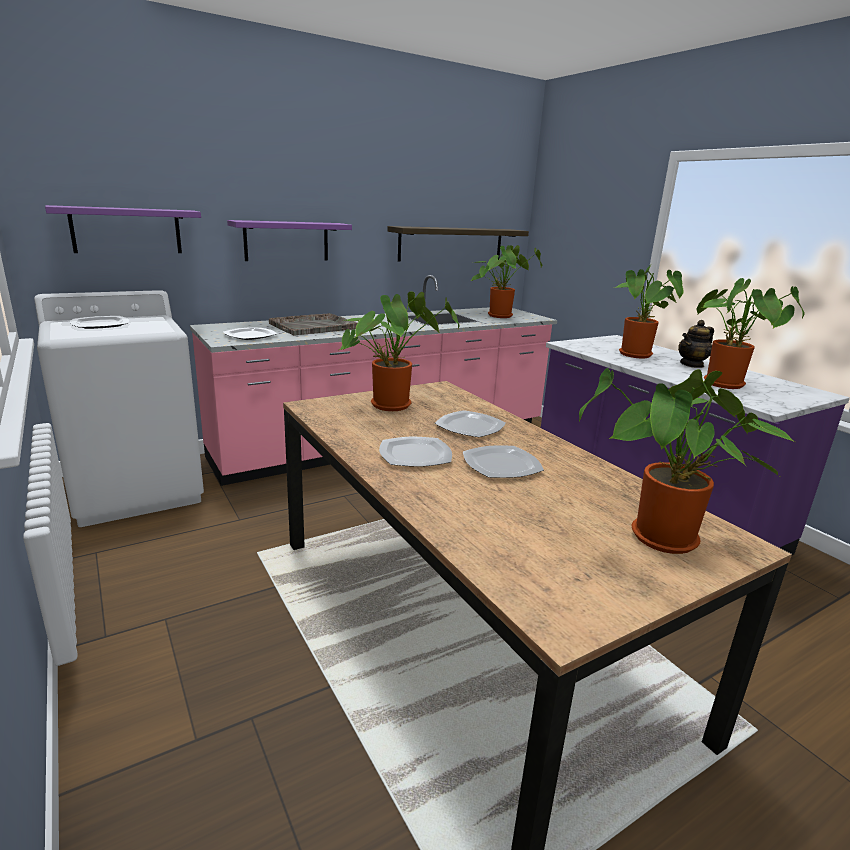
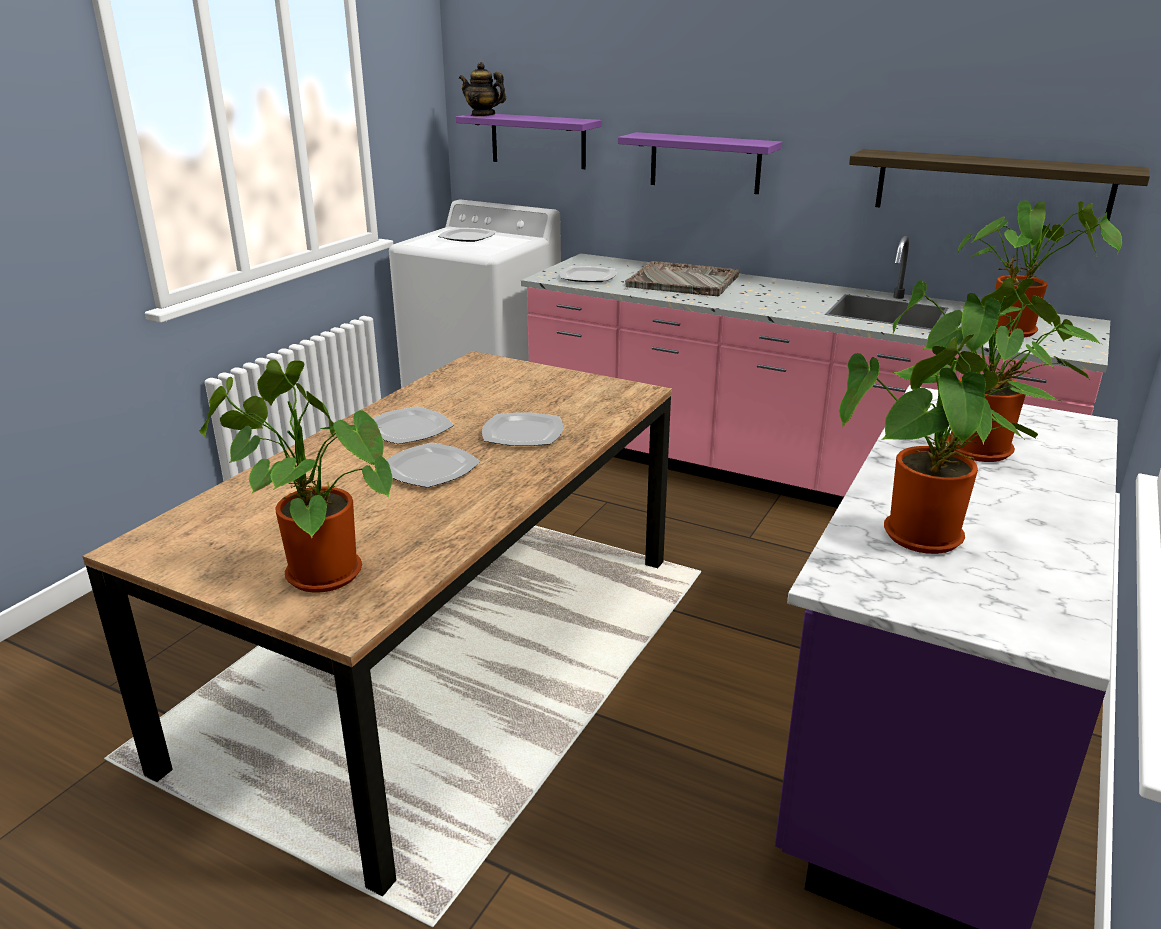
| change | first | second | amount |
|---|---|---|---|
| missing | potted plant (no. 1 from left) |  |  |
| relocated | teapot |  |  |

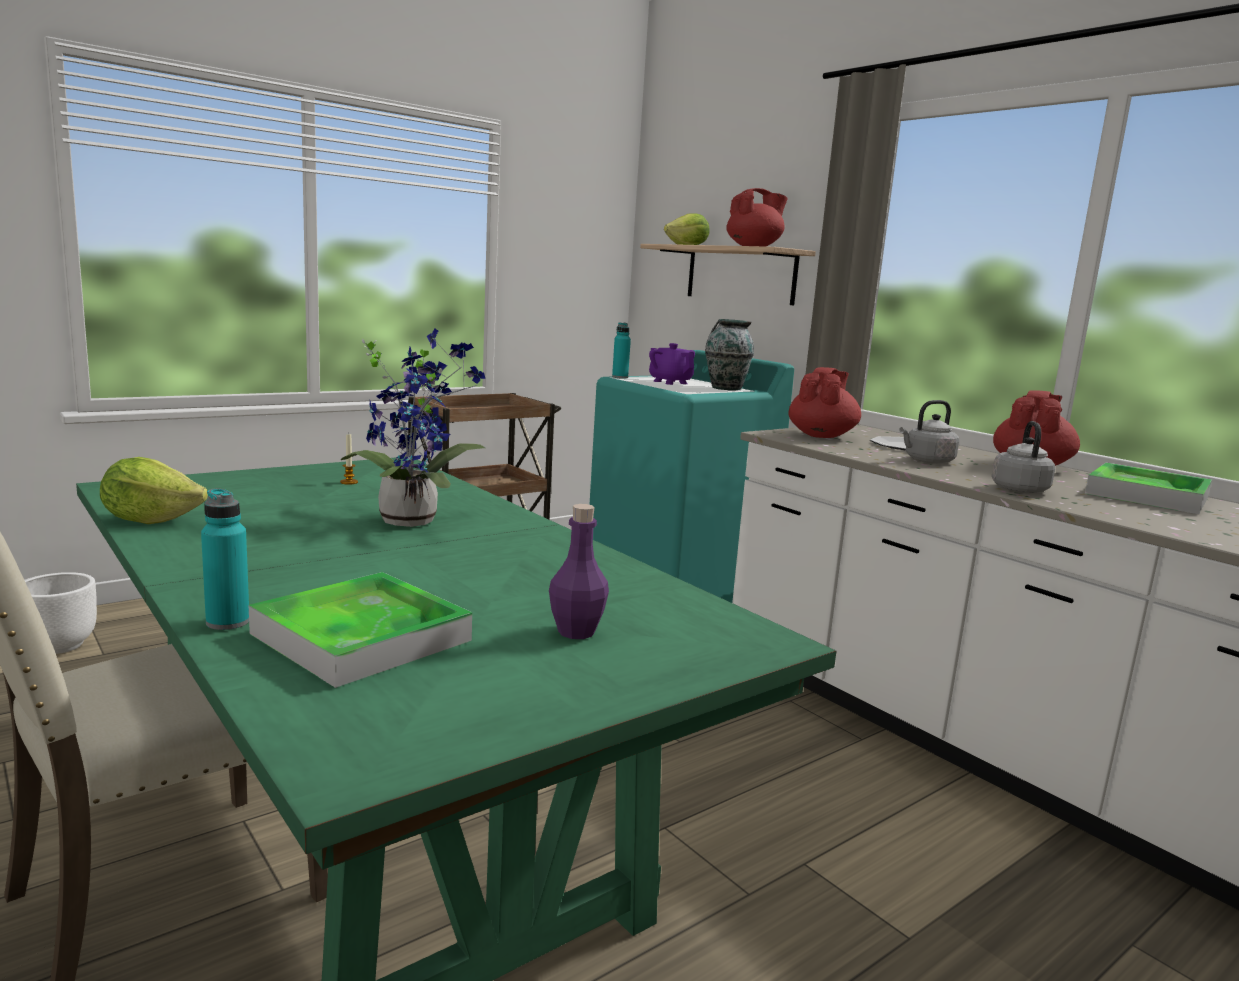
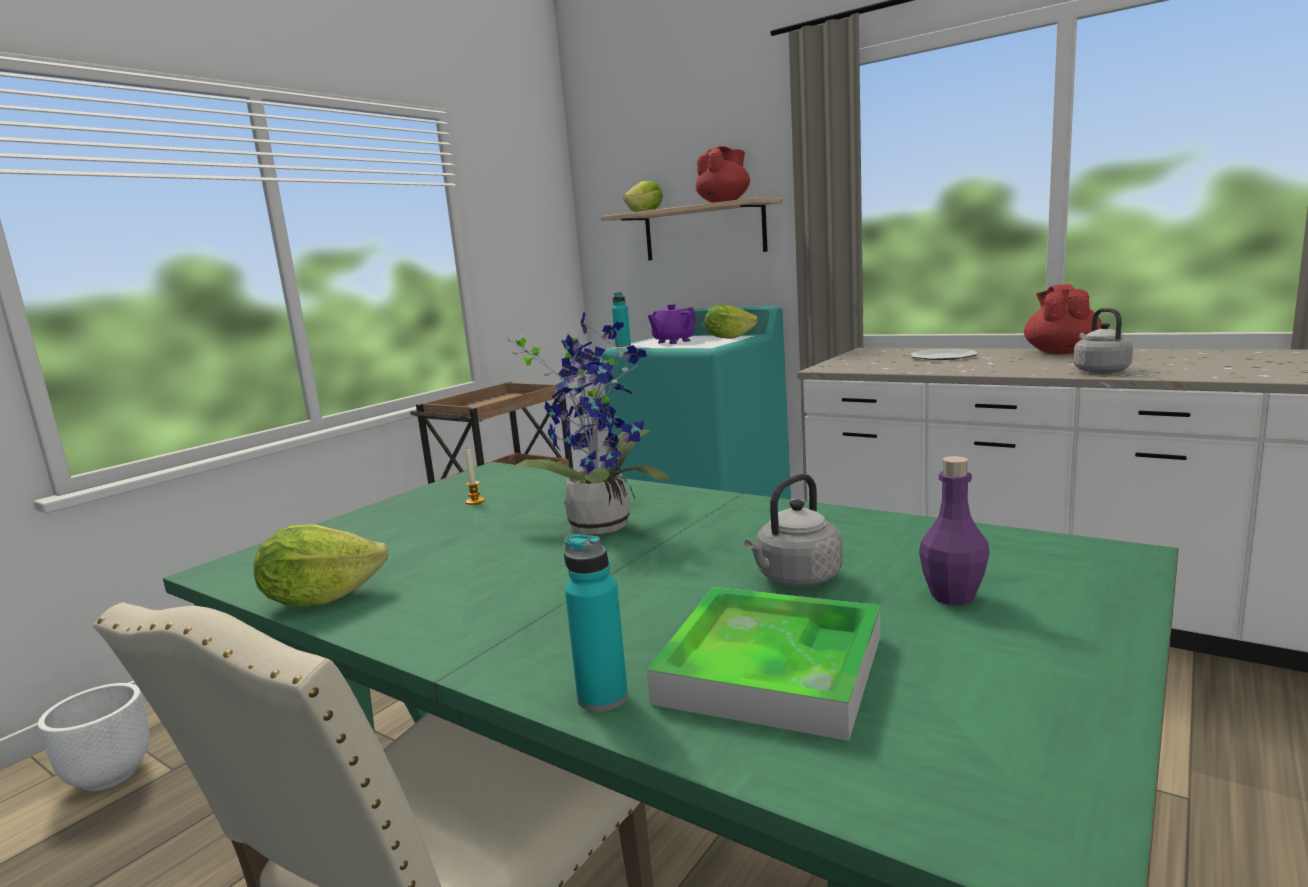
| change | first | second | amount |
|---|---|---|---|
| exchanged | vase | lettuce (no. 3 from left) |  |
| spun | purple teapot |  | 75 degrees counterclockwise |
| missing | red teapot (no. 2 from left) |  |  |
| relocated | grey kettle (no. 1 from left) |  |  |
| missing | tray (no. 2 from left) |  |  |

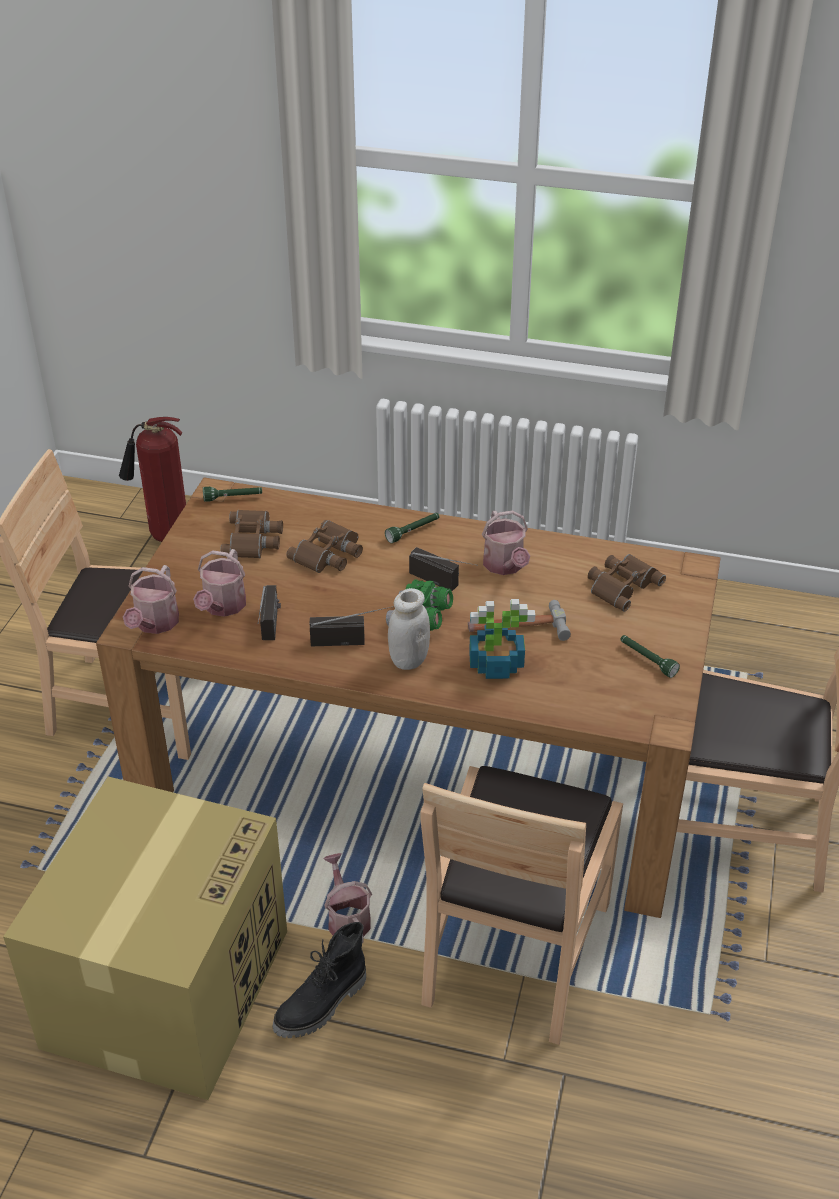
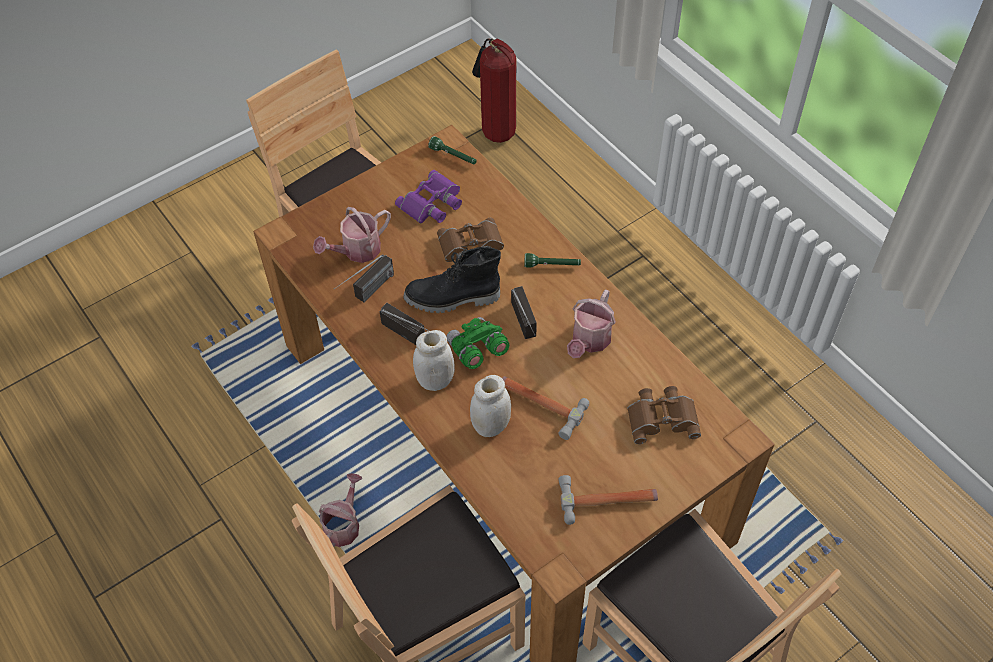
| change | first | second | amount |
|---|---|---|---|
| colour | brown binoculars (no. 1 from left) | purple binoculars |  |
| missing | watering can (no. 1 from left) |  |  |
| exchanged | potted plant | white jar (no. 2 from left) |  |
| exchanged | green flashlight (no. 3 from left) | hammer (no. 2 from left) |  |
| missing | cardboard box |  |  |
| relocated | black boot |  |  |

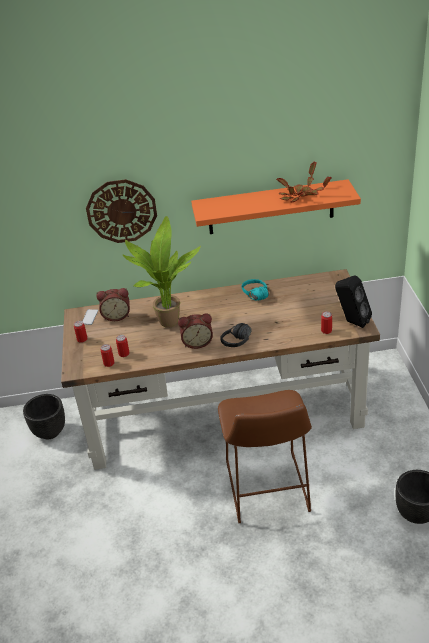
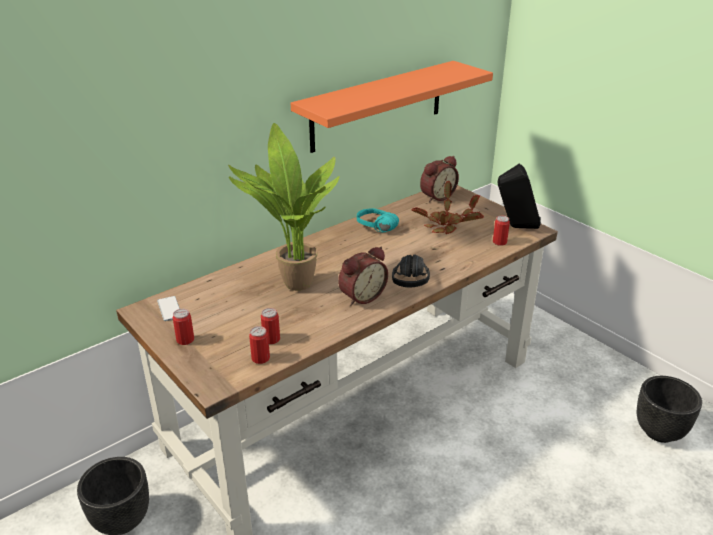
| change | first | second | amount |
|---|---|---|---|
| relocated | potted plant (no. 2 from left) |  |  |
| missing | wall clock |  |  |
| relocated | alarm clock (no. 1 from left in the first image) | alarm clock (no. 2 from left) |  |
| missing | brown stool |  |  |

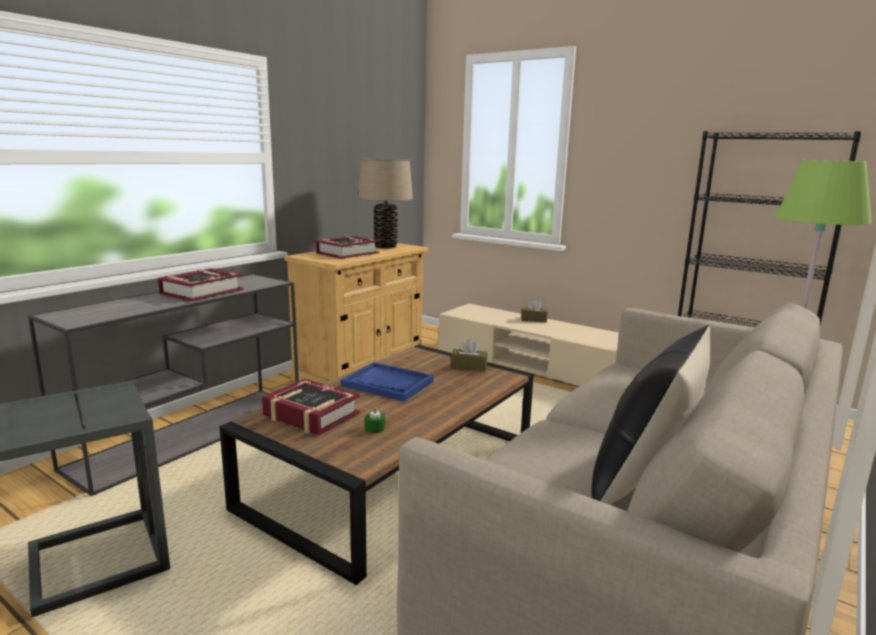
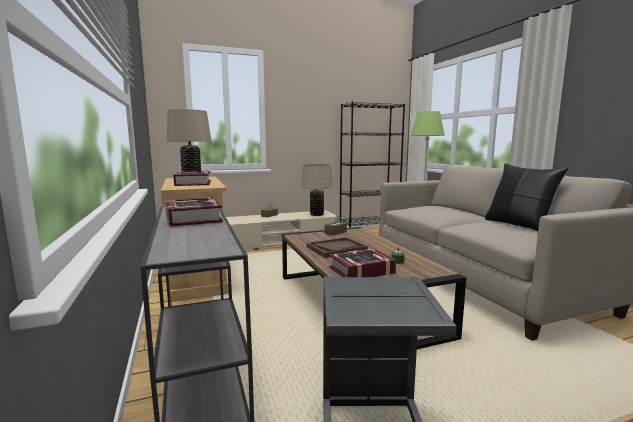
| change | first | second | amount |
|---|---|---|---|
| colour | blue tray | brown tray |  |
| appeared |  | beige table lamp (no. 2 from left) |  |

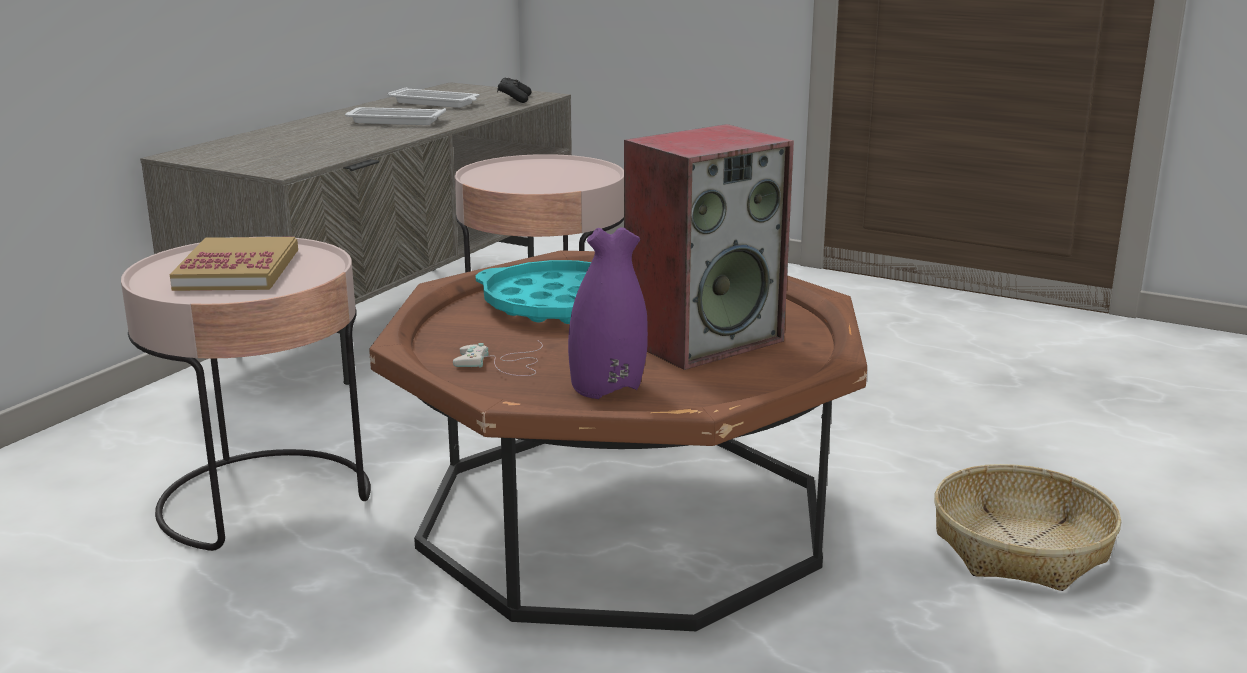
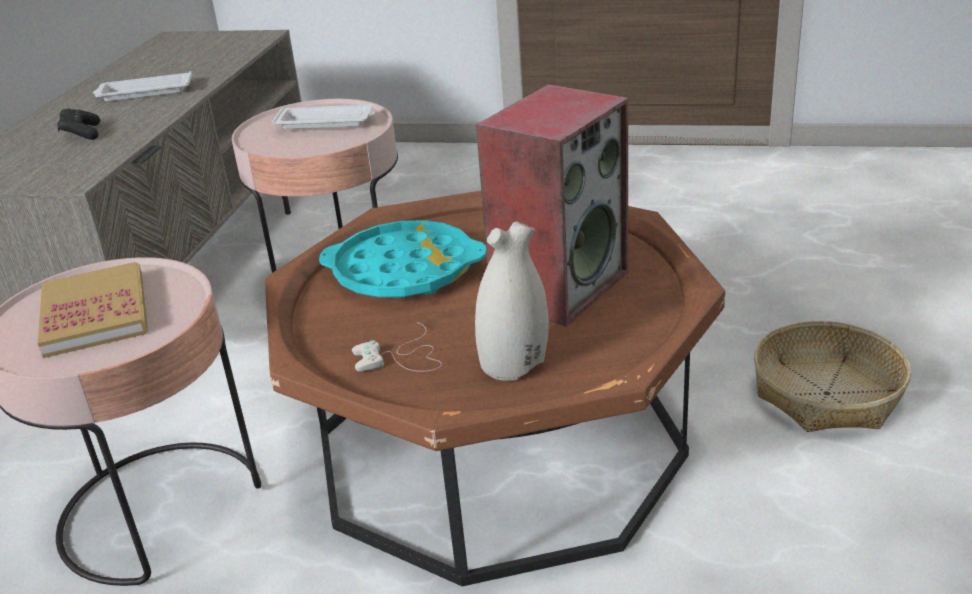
| change | first | second | amount |
|---|---|---|---|
| relocated | black game controller |  |  |
| relocated | white tray (no. 2 from left) |  |  |
| colour | purple vase | white vase |  |

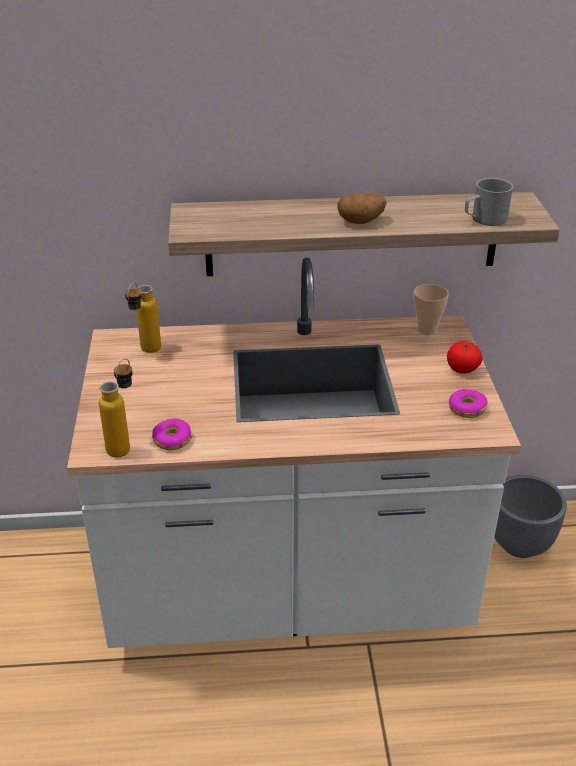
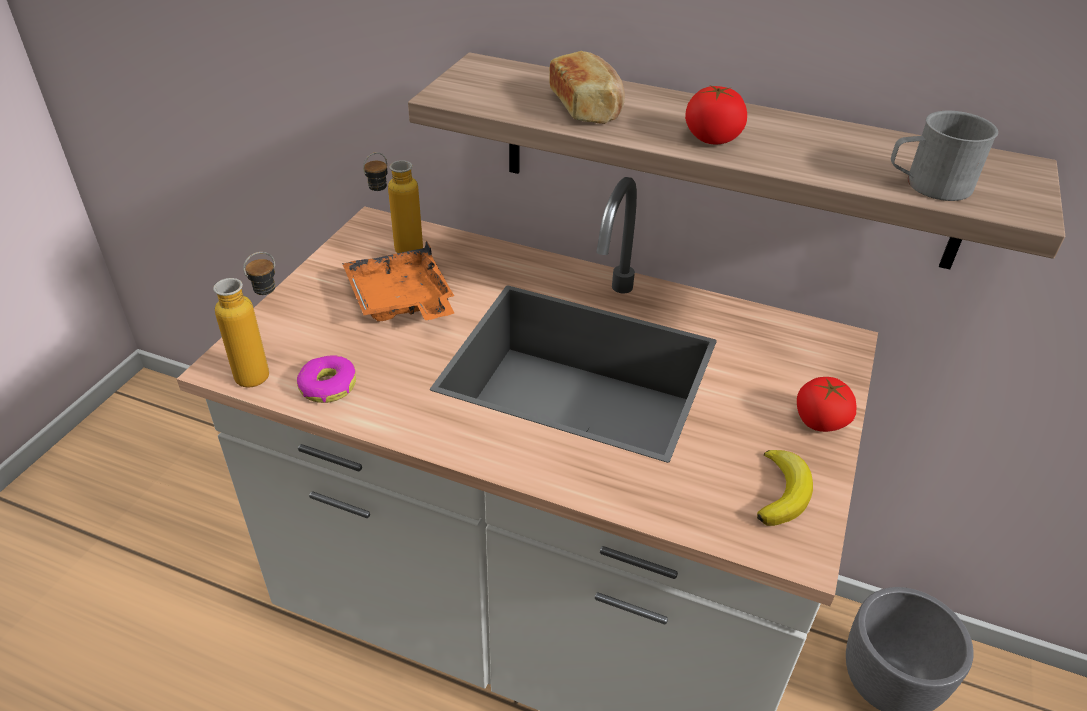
| change | first | second | amount |
|---|---|---|---|
| exchanged | potato | tomato (no. 1 from left) |  |
| missing | cup |  |  |
| exchanged | donut (no. 2 from left) | banana |  |
| appeared |  | bread |  |
| appeared |  | orange tray |  |

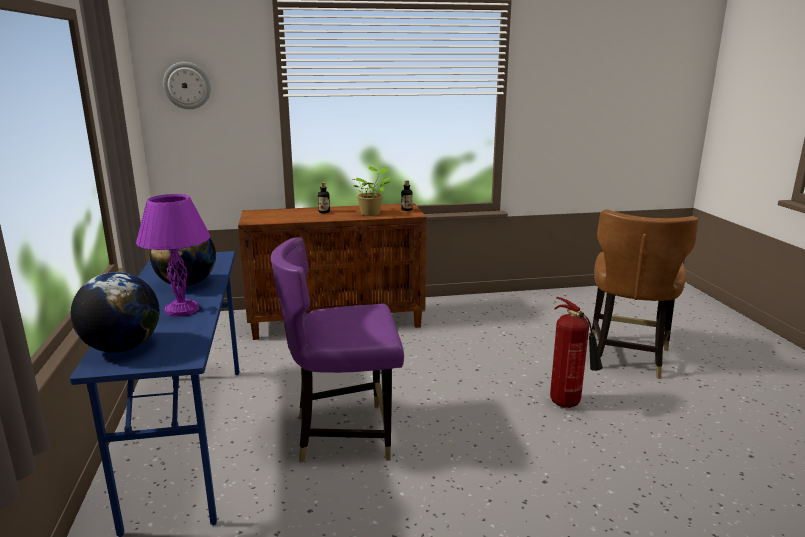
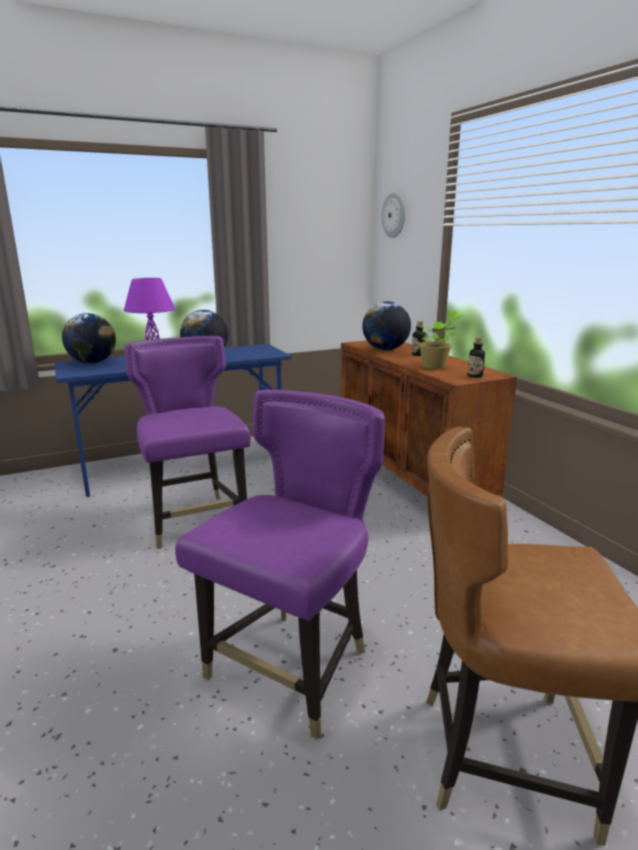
| change | first | second | amount |
|---|---|---|---|
| exchanged | fire extinguisher | purple chair (no. 2 from left) |  |
| appeared |  | globe (no. 3 from left) |  |

